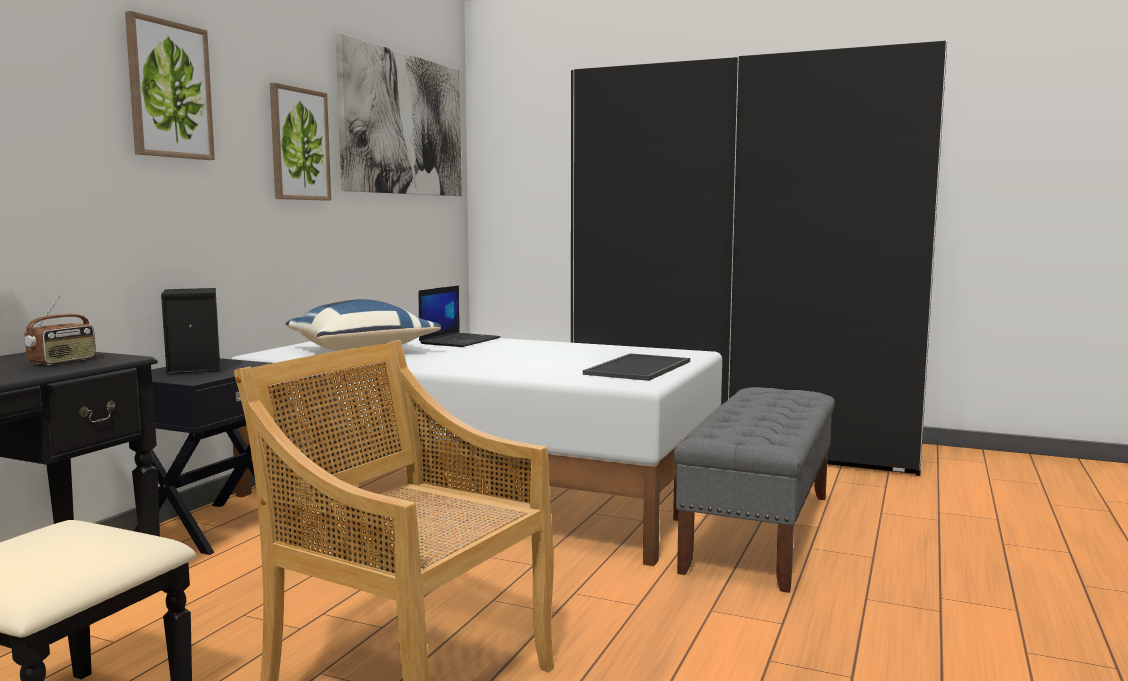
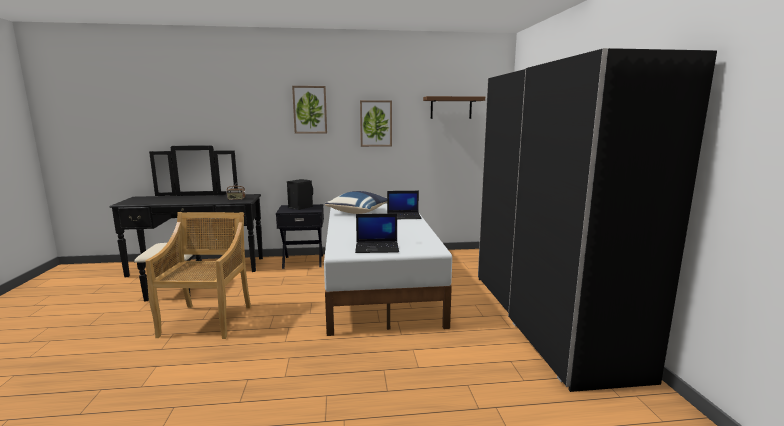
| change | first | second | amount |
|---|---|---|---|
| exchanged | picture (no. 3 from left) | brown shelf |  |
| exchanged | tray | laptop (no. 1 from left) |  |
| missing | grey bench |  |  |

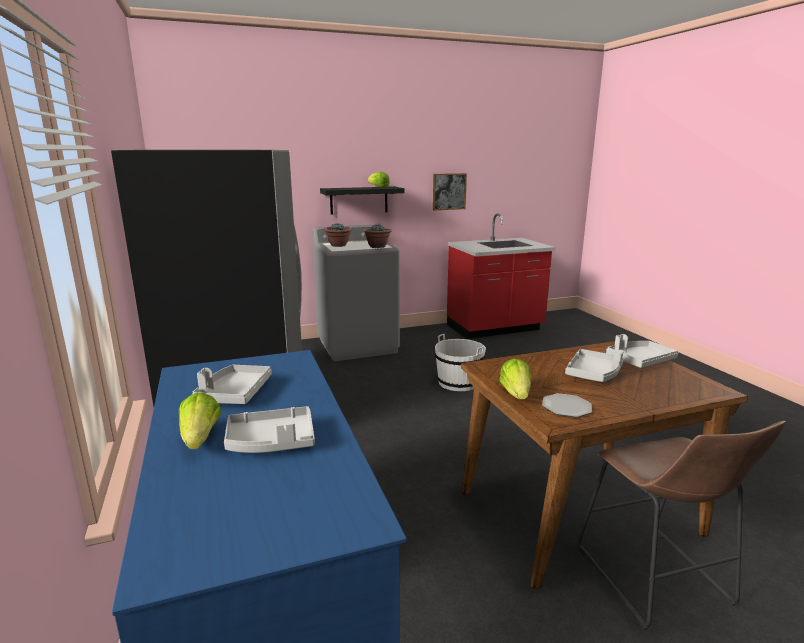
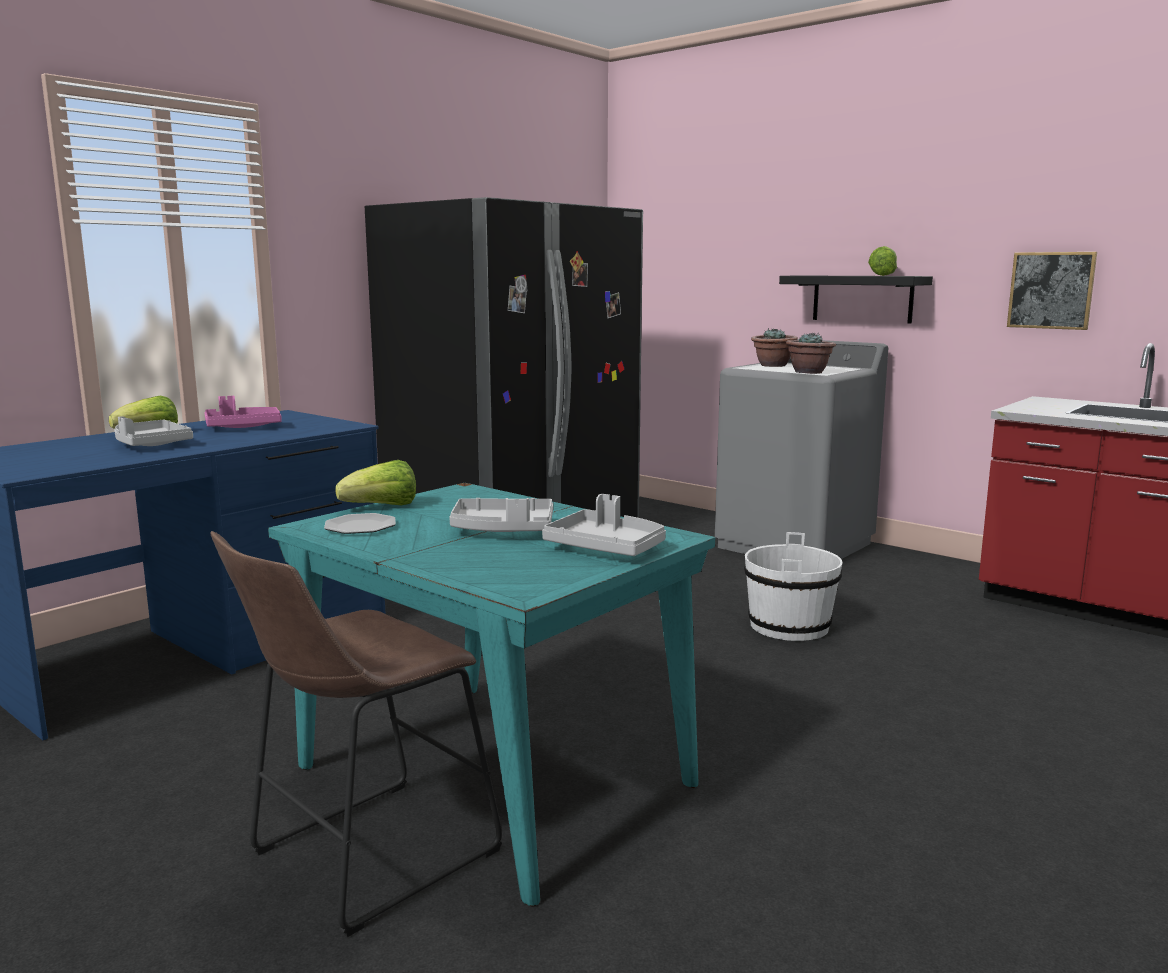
| change | first | second | amount |
|---|---|---|---|
| colour | brown dining table | turquoise dining table |  |
| colour | grey tray (no. 1 from left) | pink tray |  |

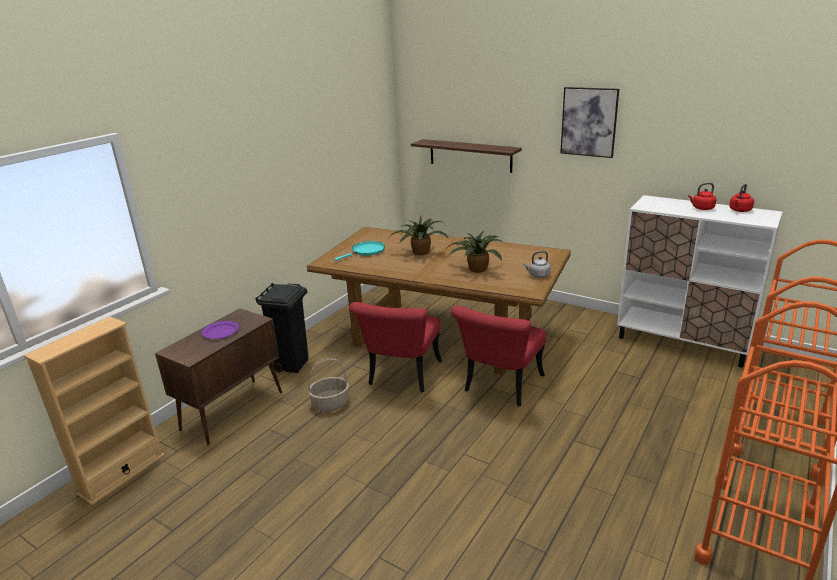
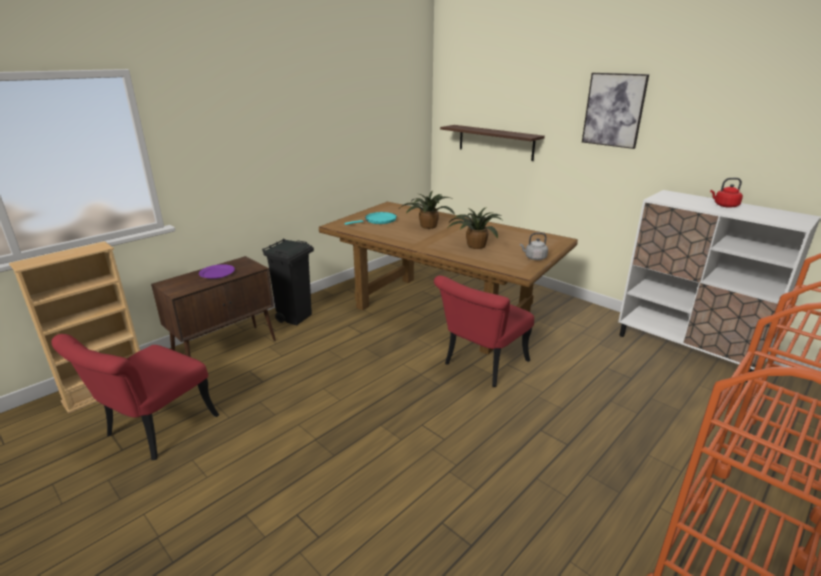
| change | first | second | amount |
|---|---|---|---|
| missing | red kettle (no. 2 from left) |  |  |
| relocated | red chair (no. 1 from left) |  |  |
| missing | basket |  |  |

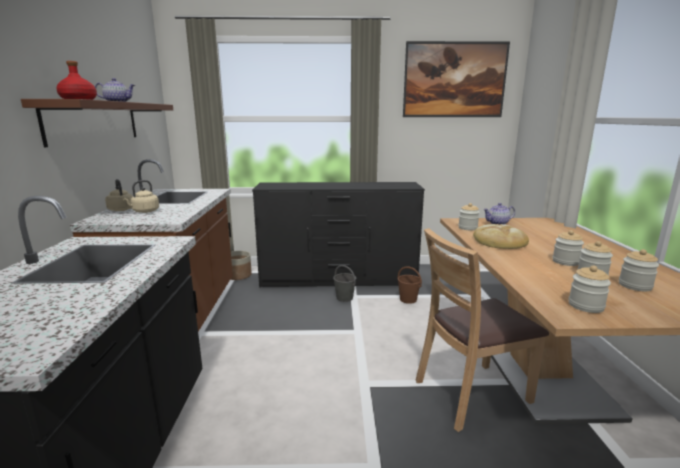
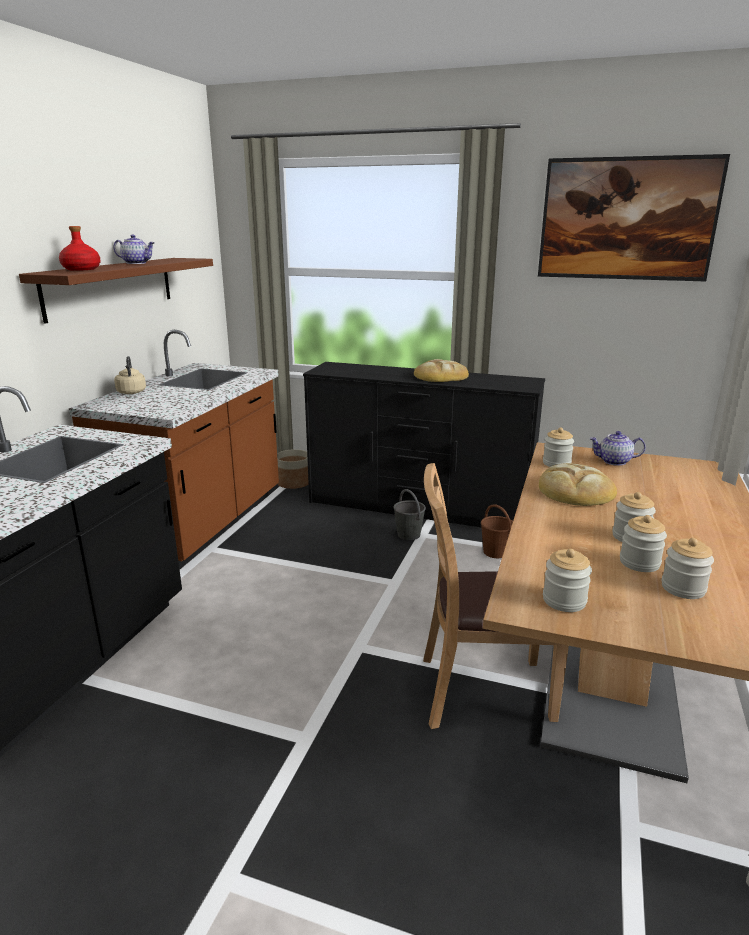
| change | first | second | amount |
|---|---|---|---|
| missing | beige kettle (no. 2 from left) |  |  |
| appeared |  | bread (no. 1 from left) |  |

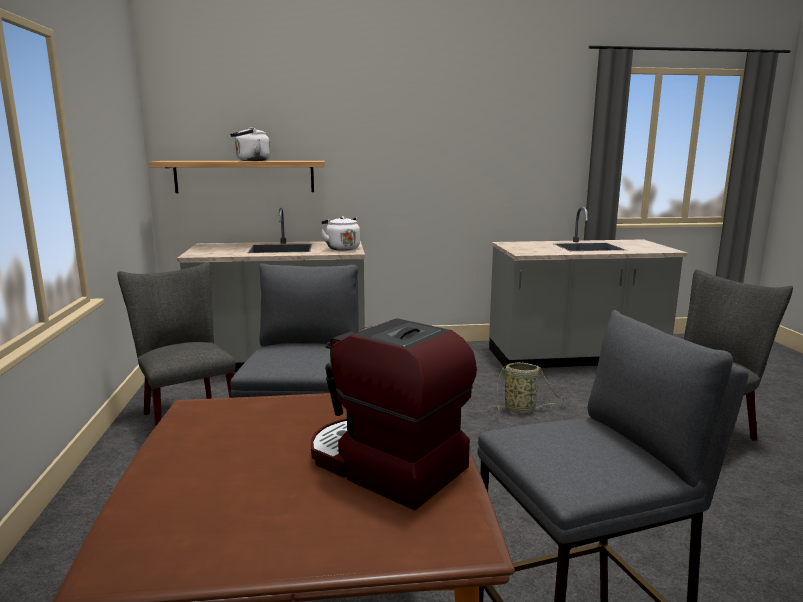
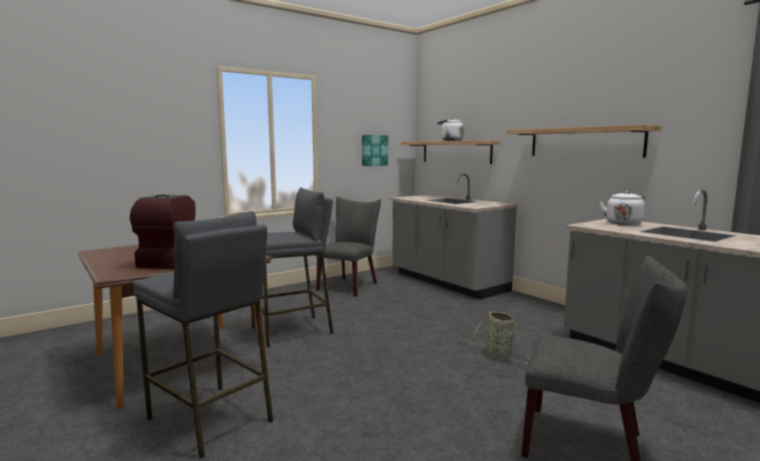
| change | first | second | amount |
|---|---|---|---|
| relocated | white kettle (no. 2 from left) |  |  |
| appeared |  | shelf (no. 2 from left) |  |
| appeared |  | picture |  |

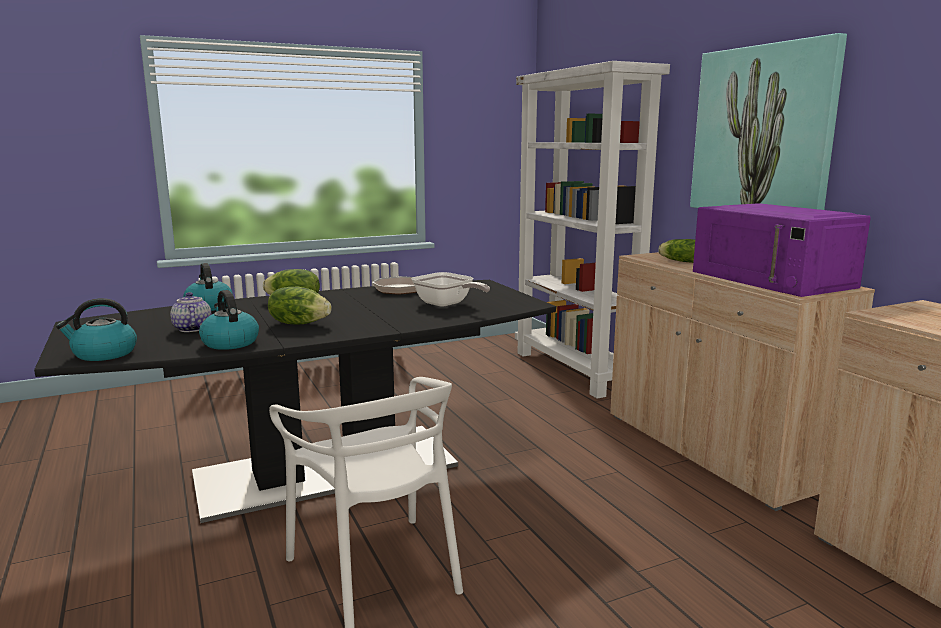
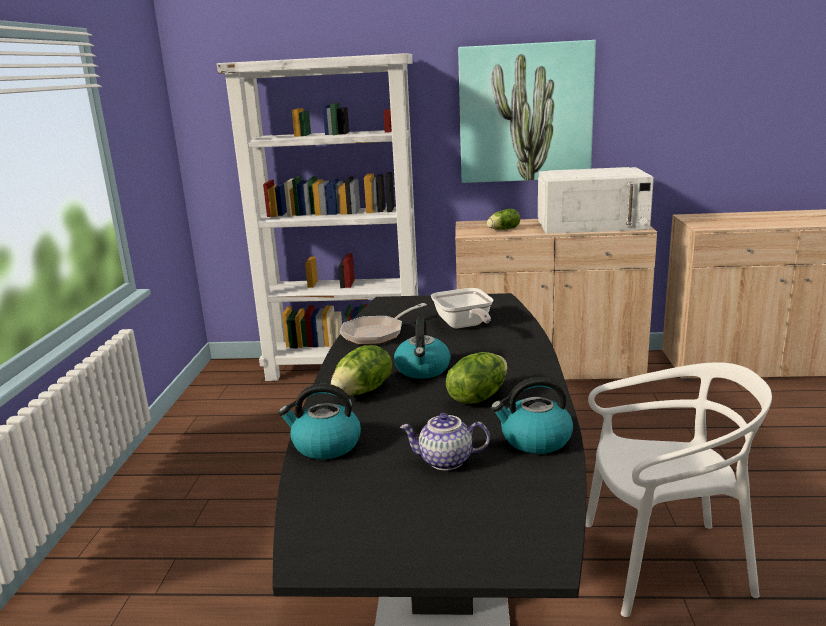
| change | first | second | amount |
|---|---|---|---|
| colour | purple microwave | white microwave |  |
| spun | frying pan (no. 2 from left) |  | 90 degrees clockwise |
| relocated | kettle (no. 1 from left in the first image) | kettle (no. 2 from left) |  |

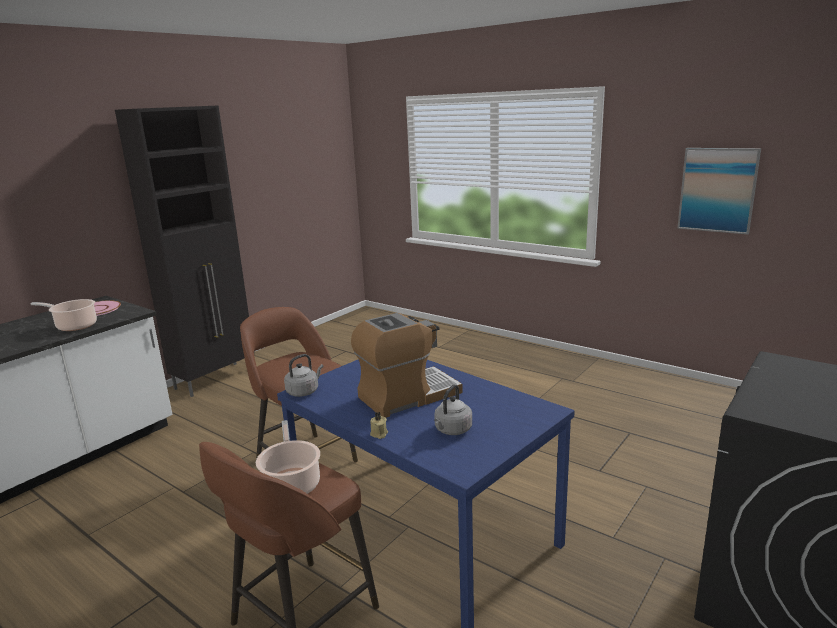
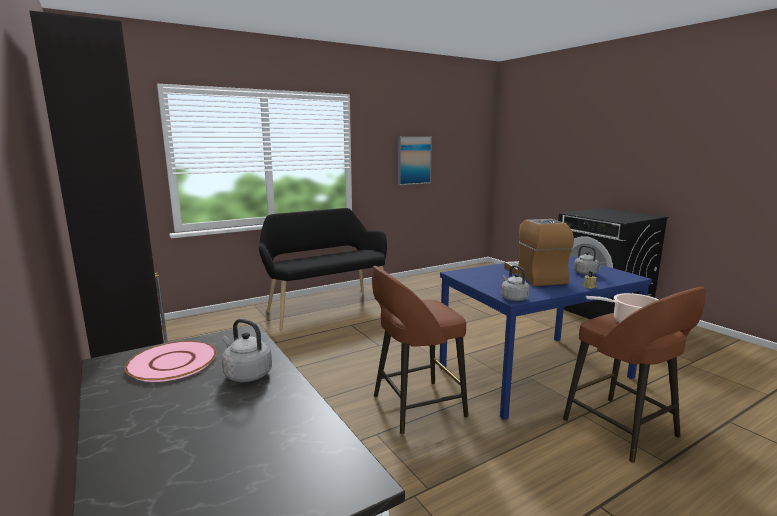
| change | first | second | amount |
|---|---|---|---|
| exchanged | cooking pot (no. 1 from left) | grey kettle (no. 1 from left) |  |
| appeared |  | black bench |  |

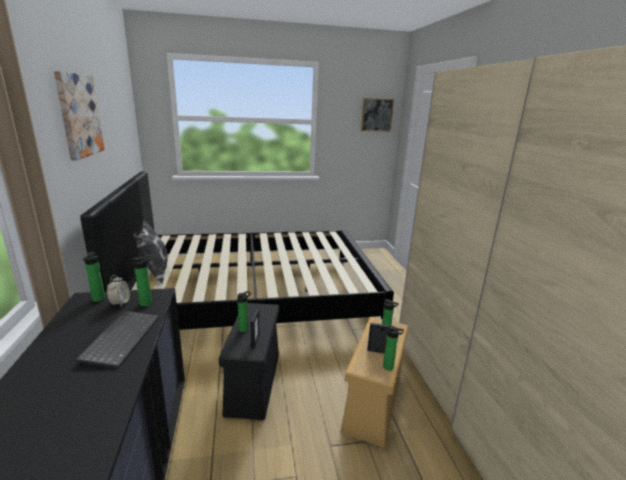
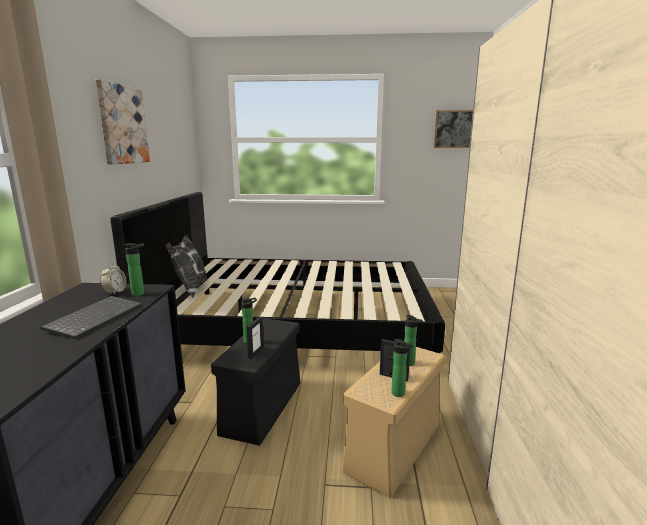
| change | first | second | amount |
|---|---|---|---|
| missing | bottle (no. 1 from left) |  |  |

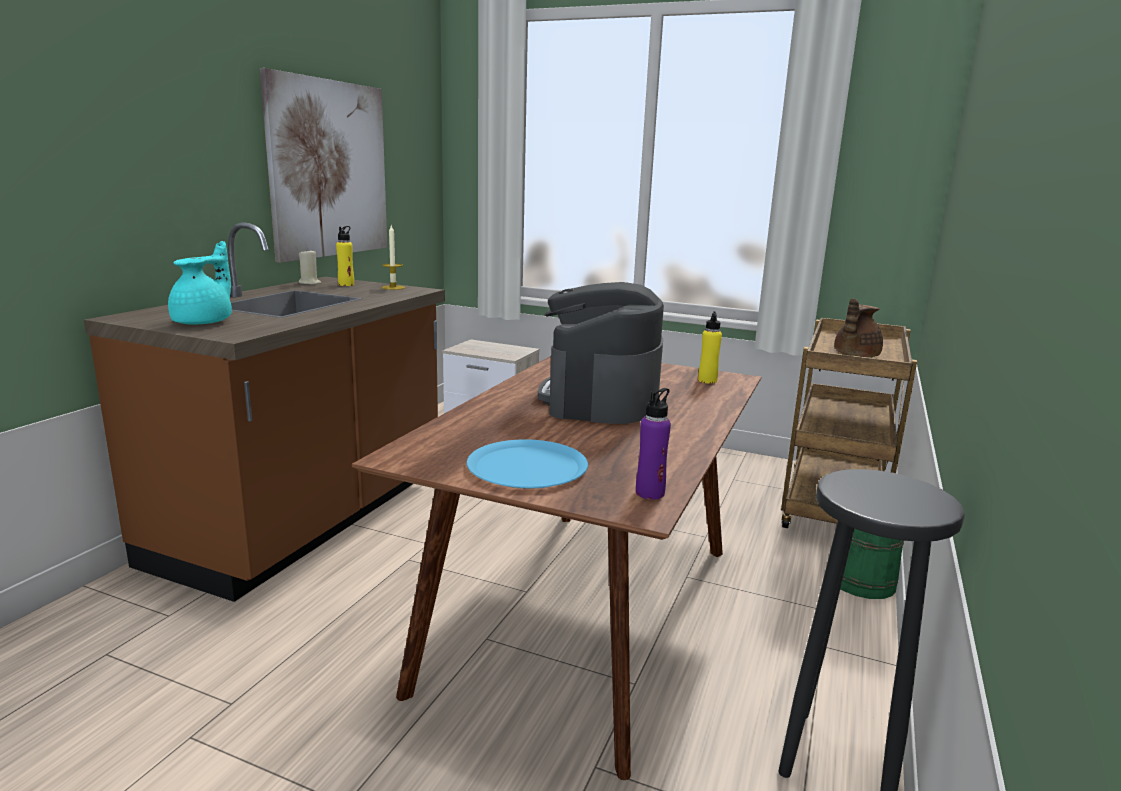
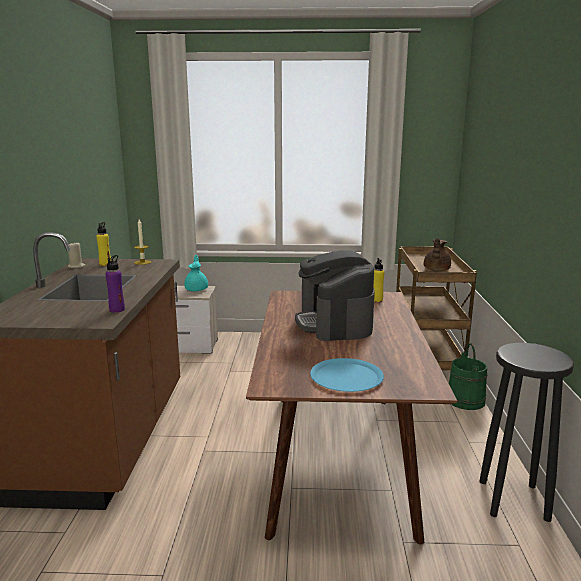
| change | first | second | amount |
|---|---|---|---|
| missing | picture |  |  |
| relocated | turquoise teapot |  |  |
| relocated | purple bottle |  |  |

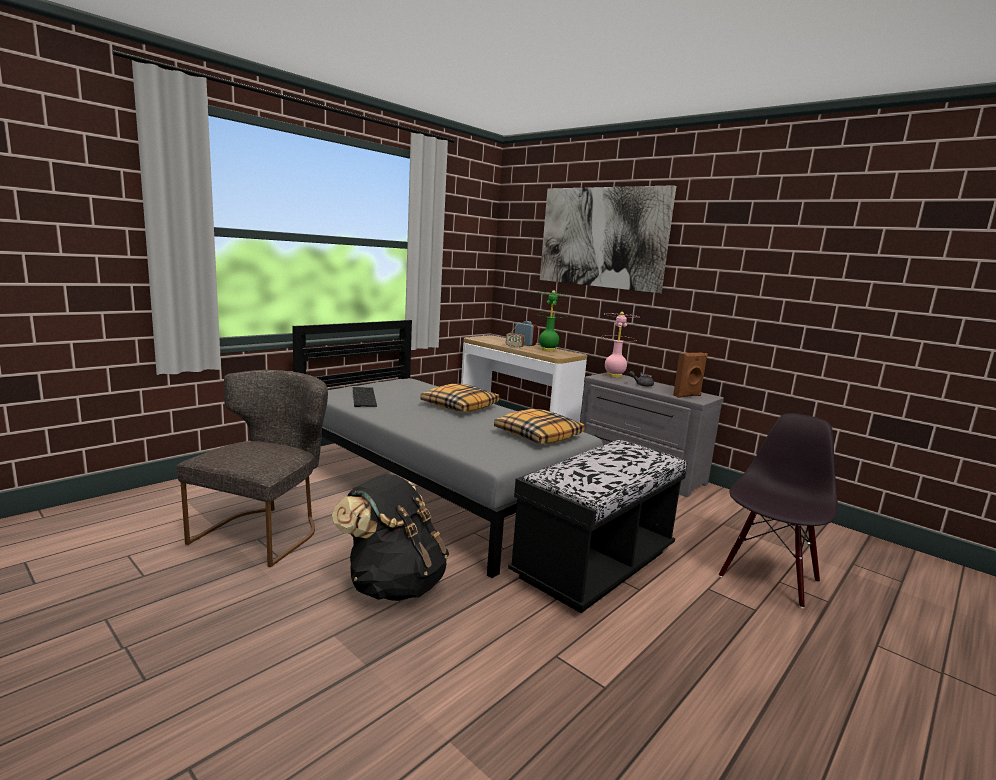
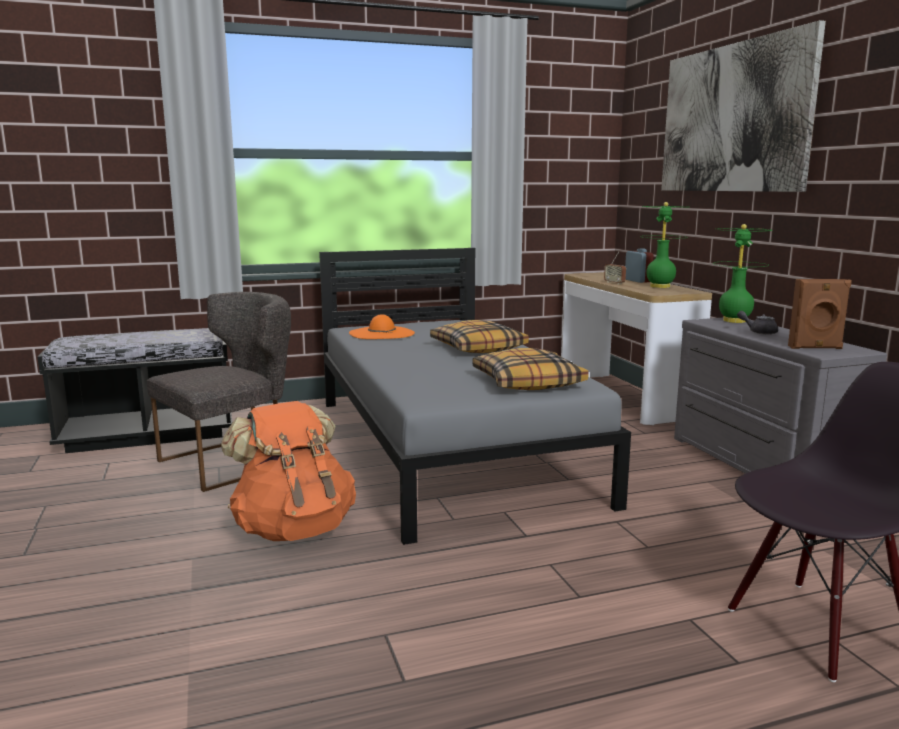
| change | first | second | amount |
|---|---|---|---|
| colour | pink table lamp | green table lamp (no. 2 from left) |  |
| exchanged | keyboard | orange hat |  |
| relocated | black bench |  |  |
| colour | black backpack | orange backpack |  |

